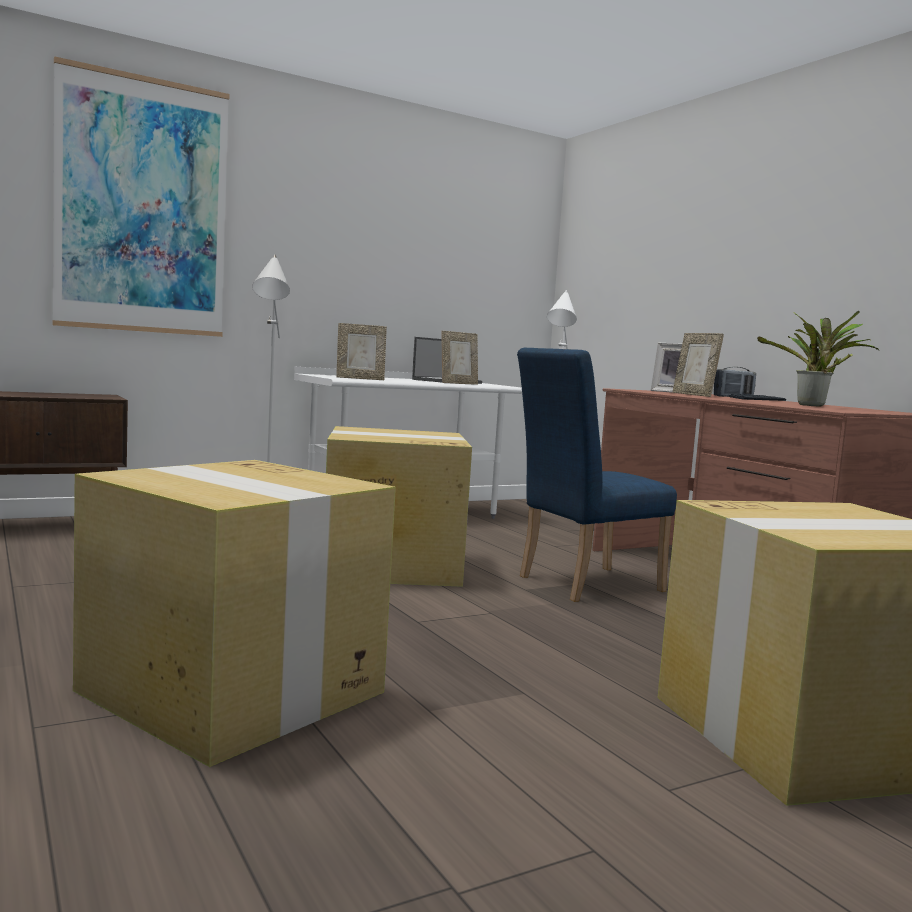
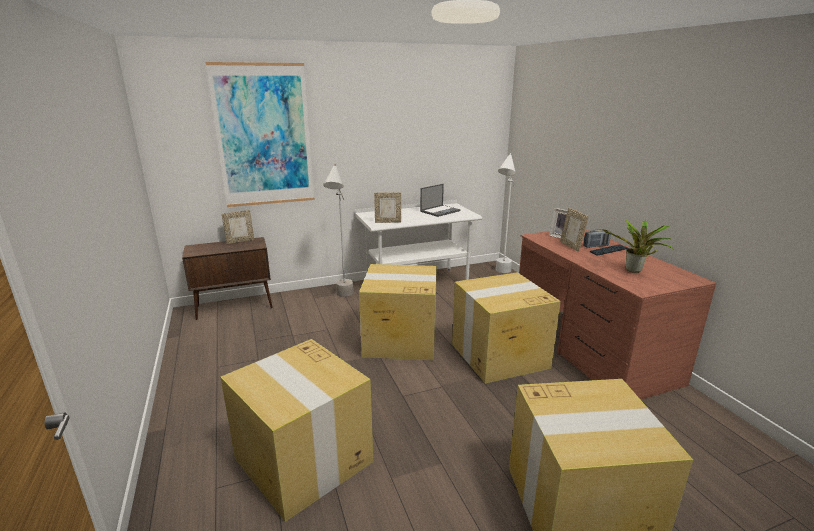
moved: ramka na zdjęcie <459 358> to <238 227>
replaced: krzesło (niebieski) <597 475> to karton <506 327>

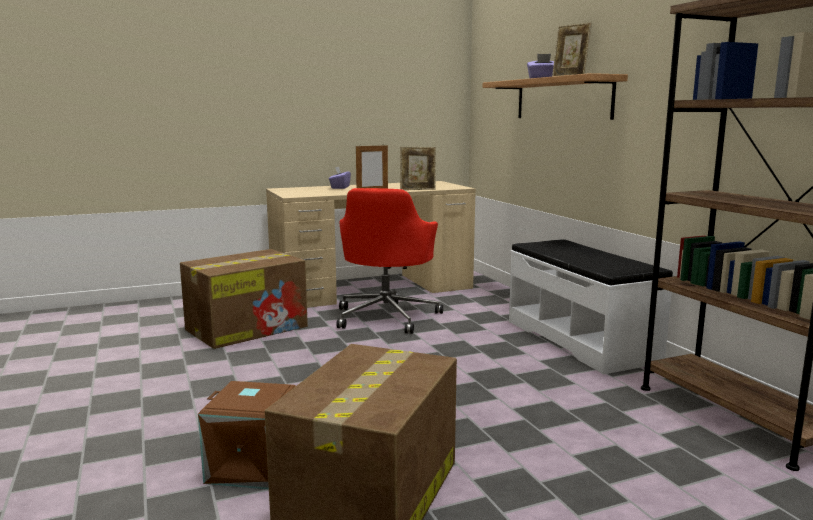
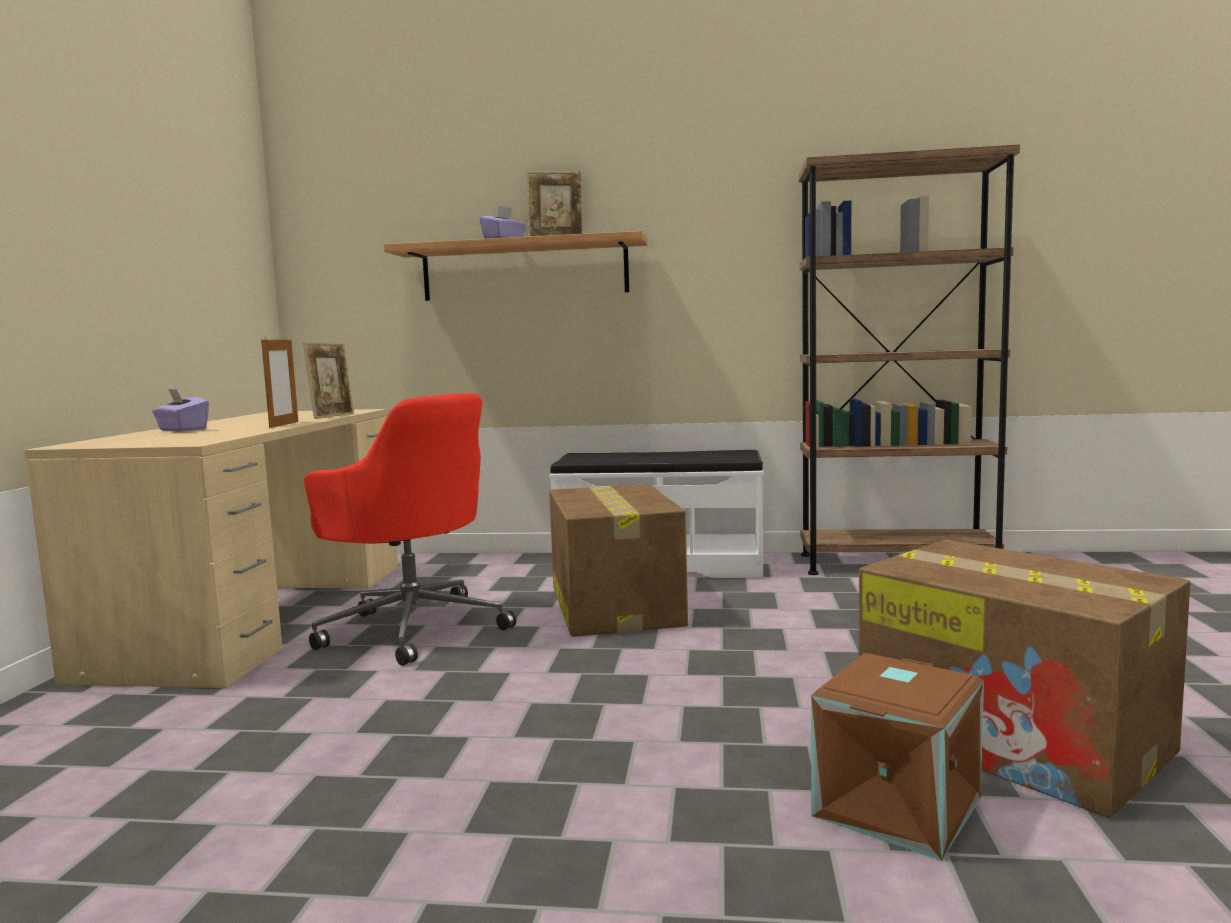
moved: karton <244 299> to <618 560>

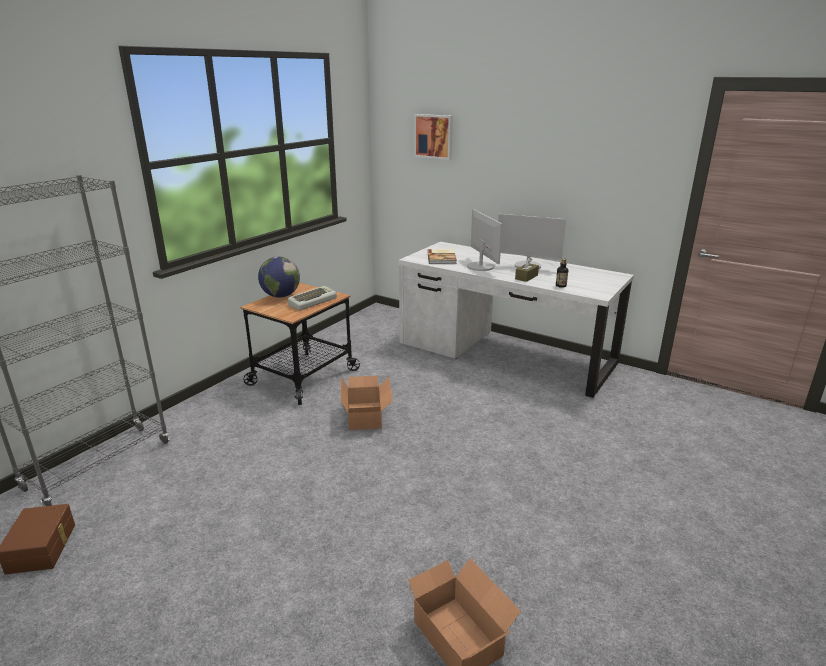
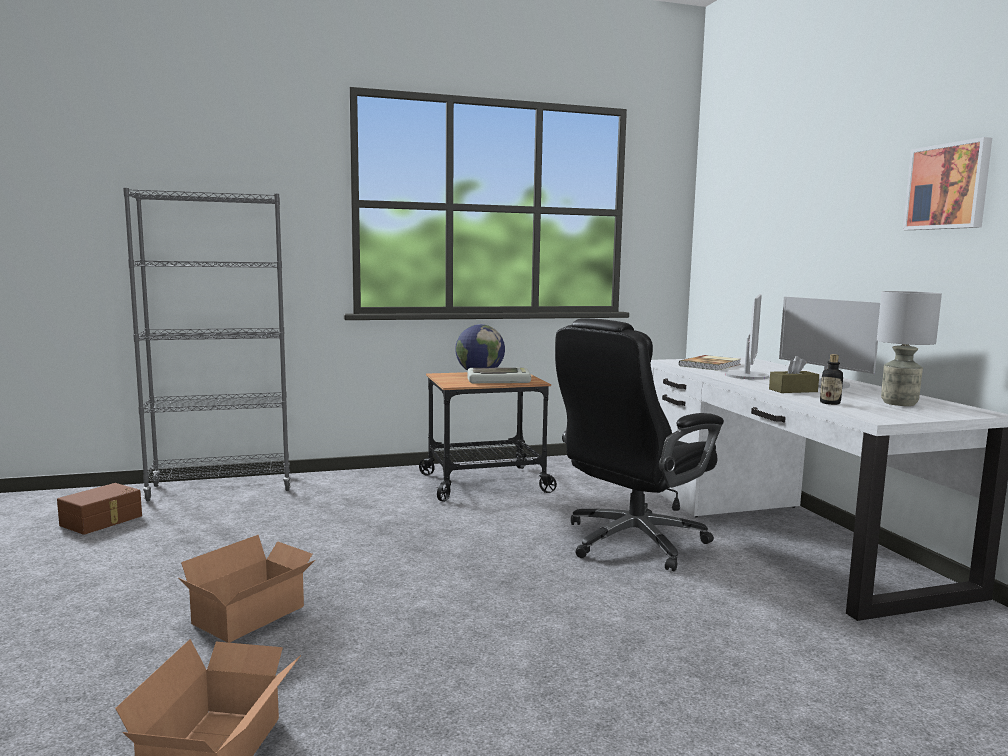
added: krzesło biurowe (czarny) <639 444>; lampa stołowa (szary) <909 348>
moved: karton <366 403> to <247 589>; obraz <433 137> to <947 183>

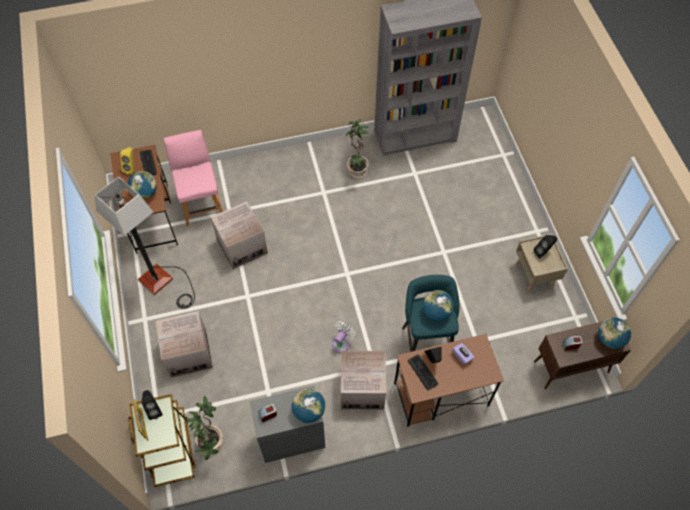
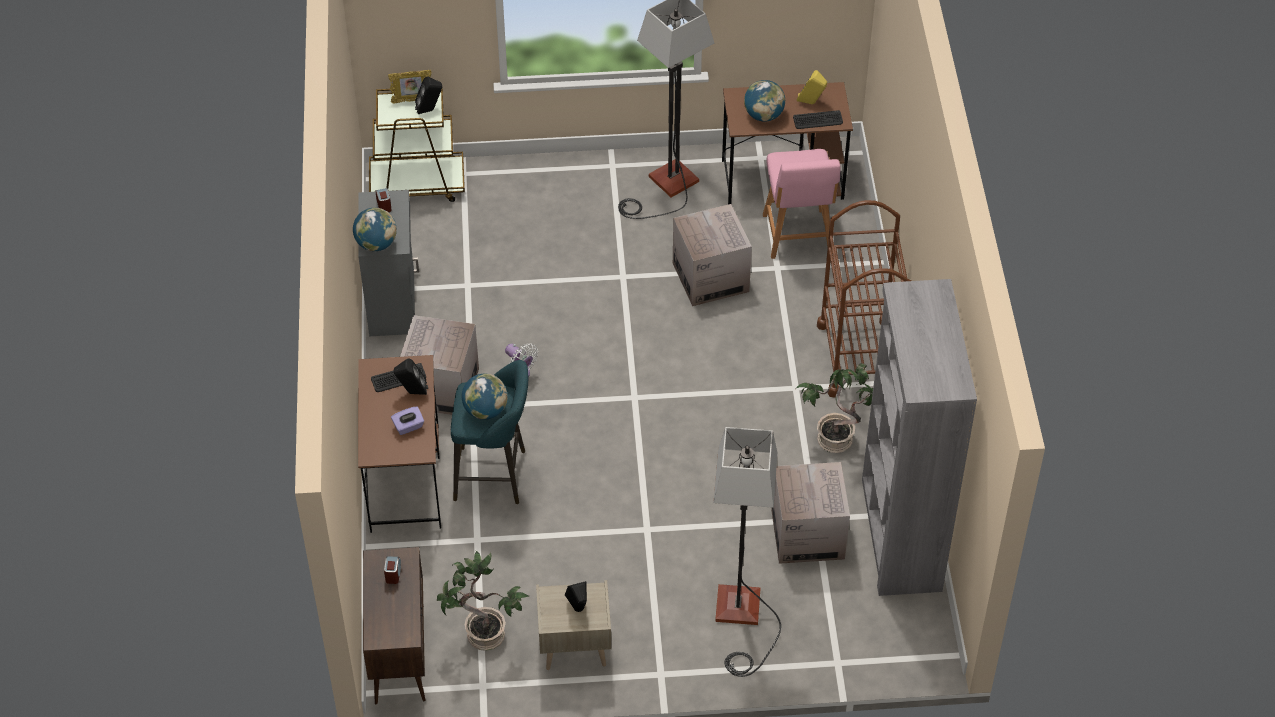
removed: globus <614 333>
added: lampa stojąca <747 552>; wózek (brązowy) <864 299>
moved: karton <184 344> to <810 513>; roślina doniczkowa <203 428> to <483 601>
turned: krzesło (różowy) <193 178> = <802 204> 90 degrees clockwise

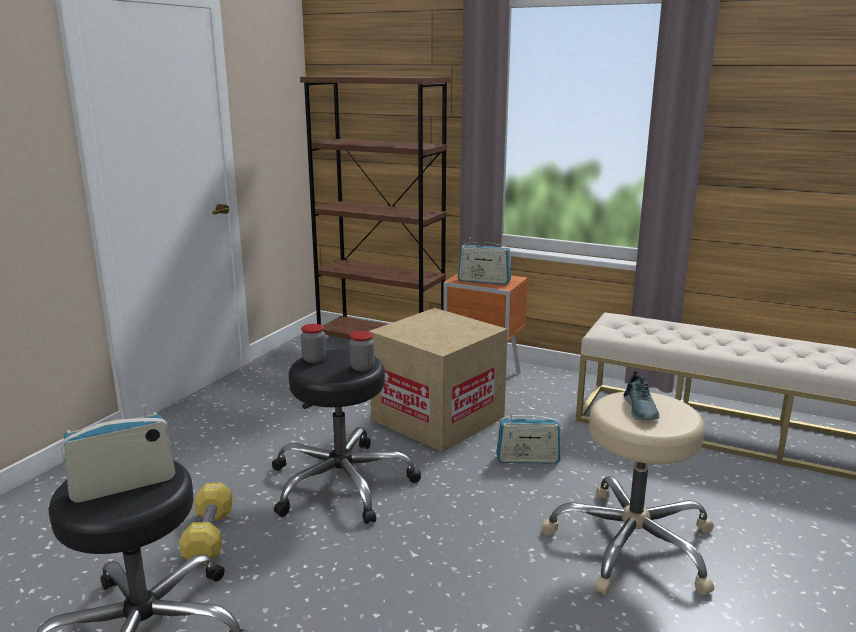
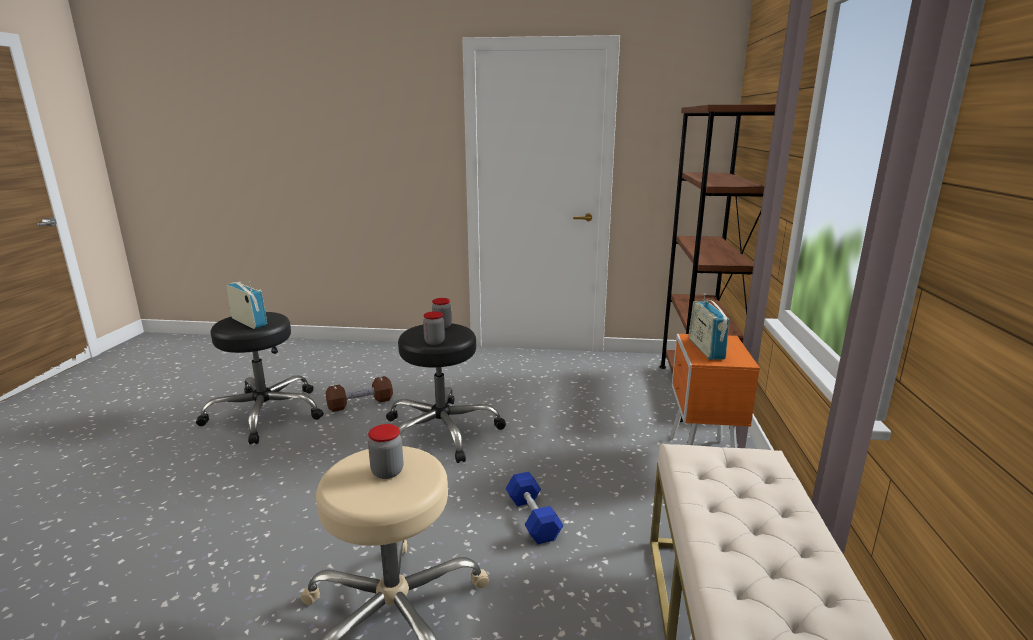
removed: karton <438 380>
replaced: radio <528 438> to hantel (niebieski) <534 508>; but <642 395> to słoik <385 451>
recoloured: hantel (żółty) <206 523> to hantel (brązowy) <359 394>

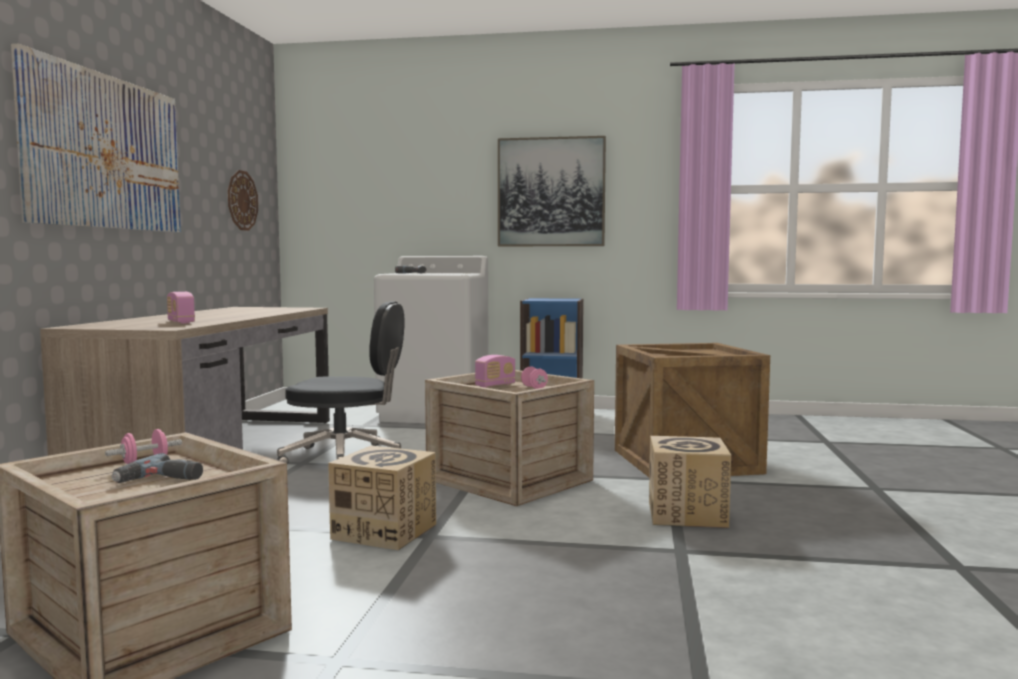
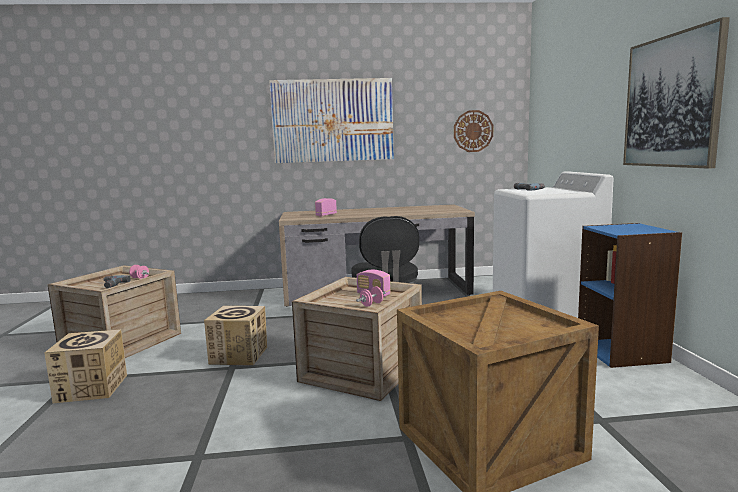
moved: karton <690 482> to <85 366>

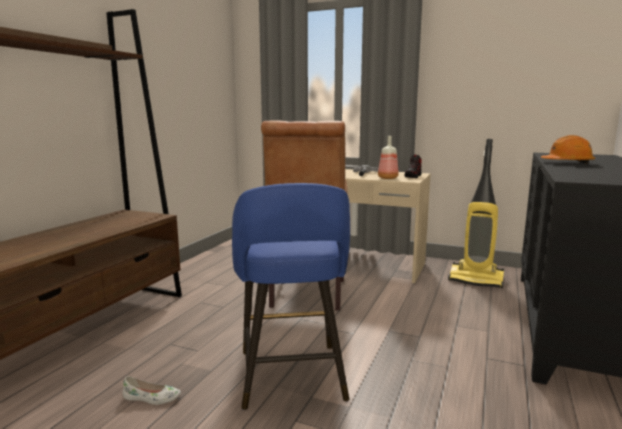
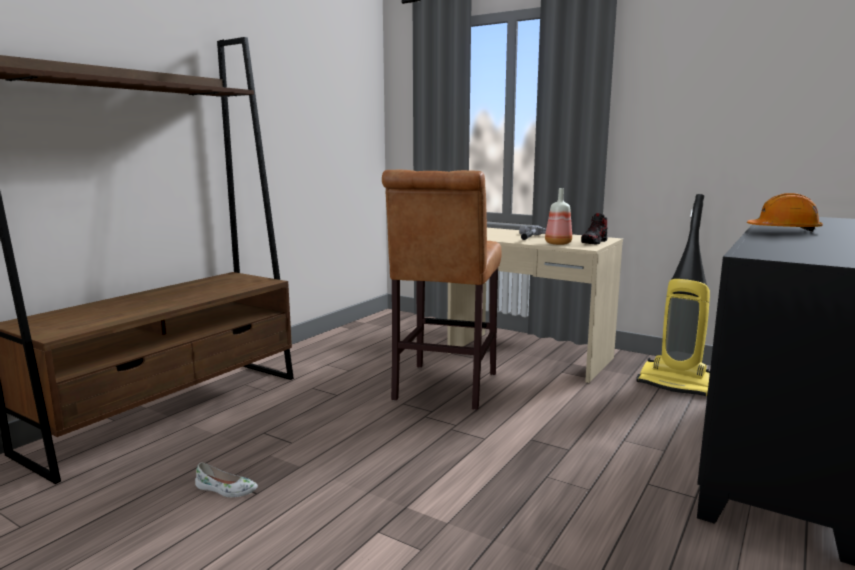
removed: stołek (niebieski) <291 296>

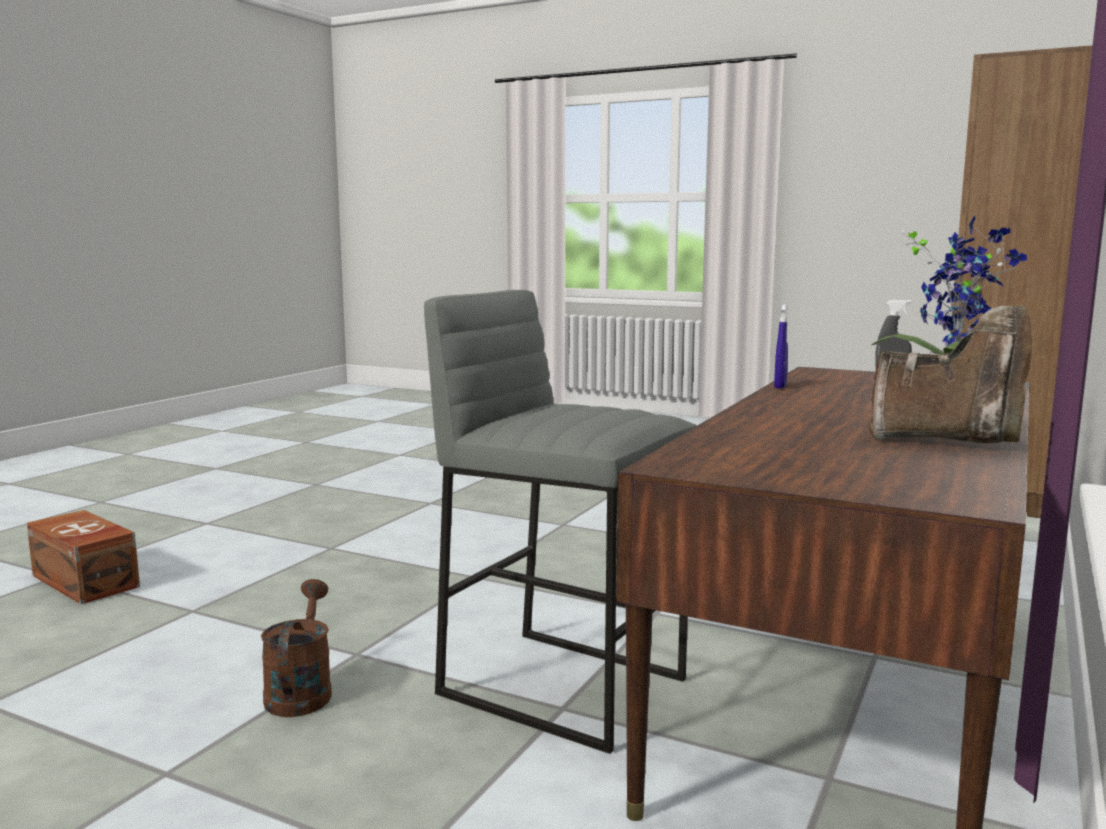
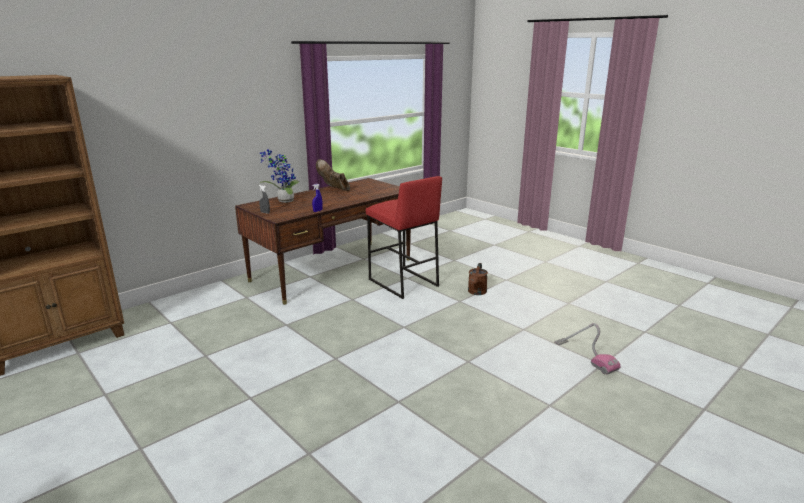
replaced: pojemnik do przechowywania (brązowy) <83 557> to odkurzacz <587 348>
recoloured: stołek (szary) <560 522> to stołek (czerwony) <404 237>

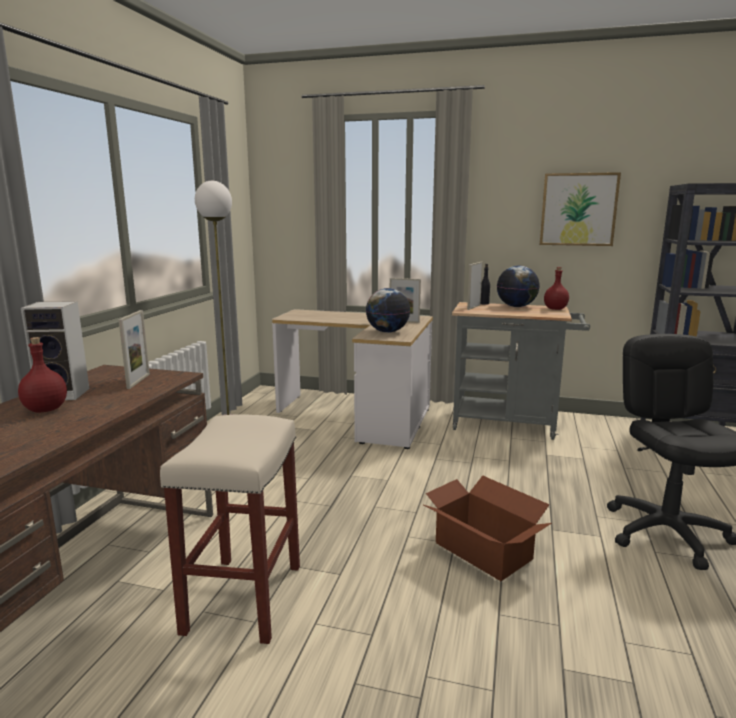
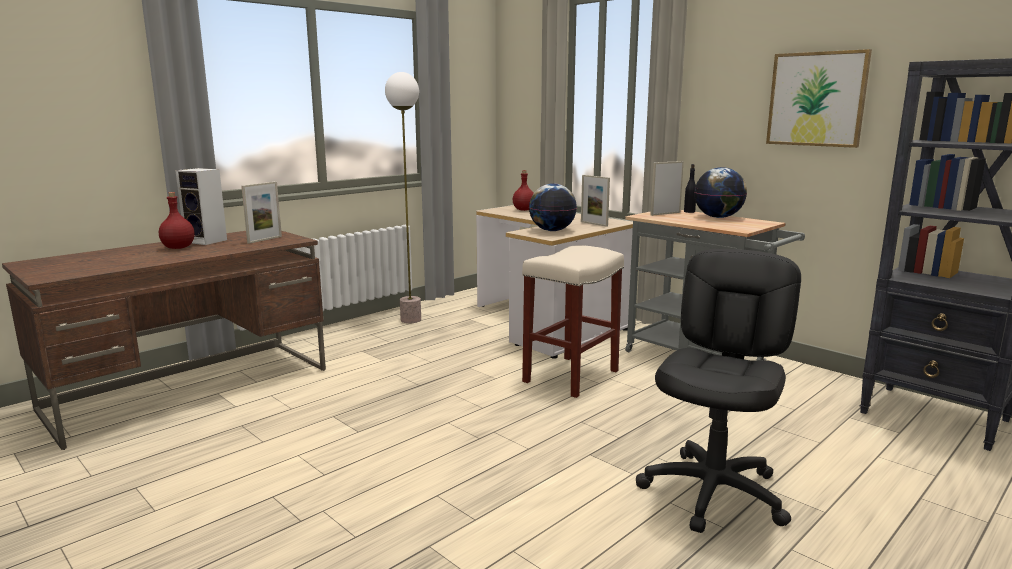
removed: karton <488 528>
moved: stołek (beżowy) <230 529> to <573 321>; butelka (czerwony) <556 288> to <523 190>

